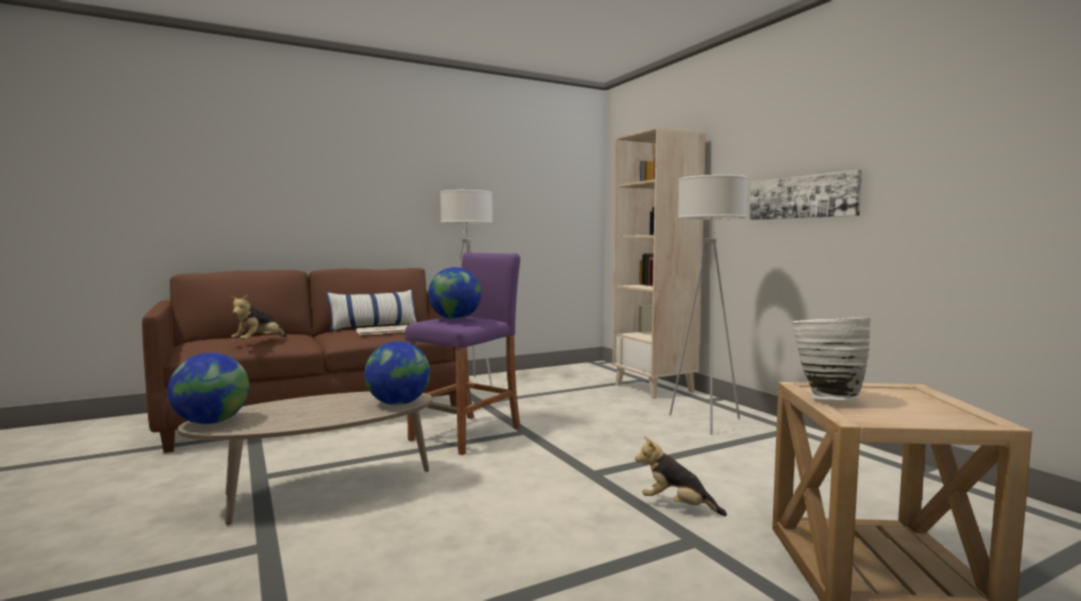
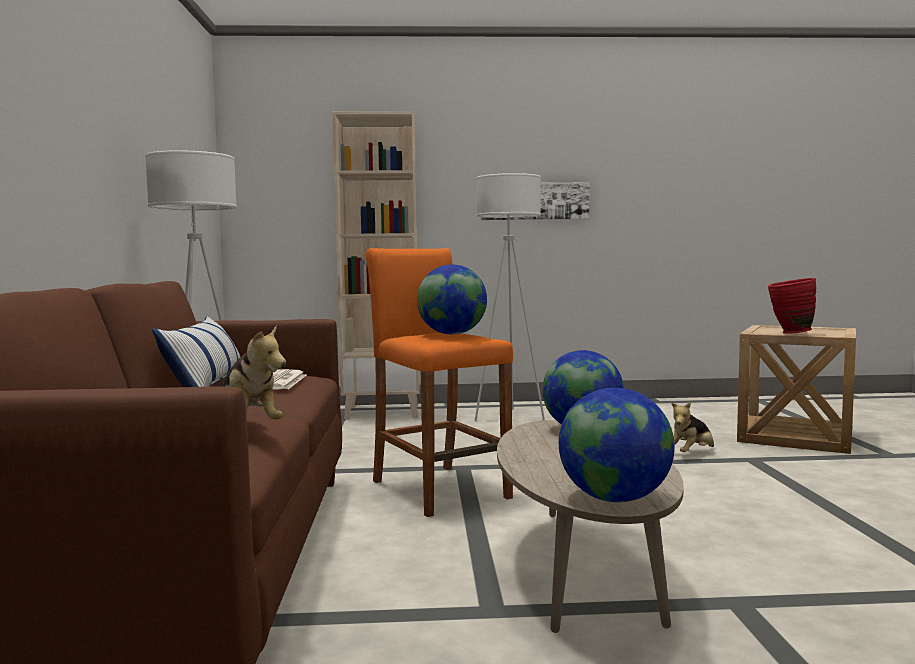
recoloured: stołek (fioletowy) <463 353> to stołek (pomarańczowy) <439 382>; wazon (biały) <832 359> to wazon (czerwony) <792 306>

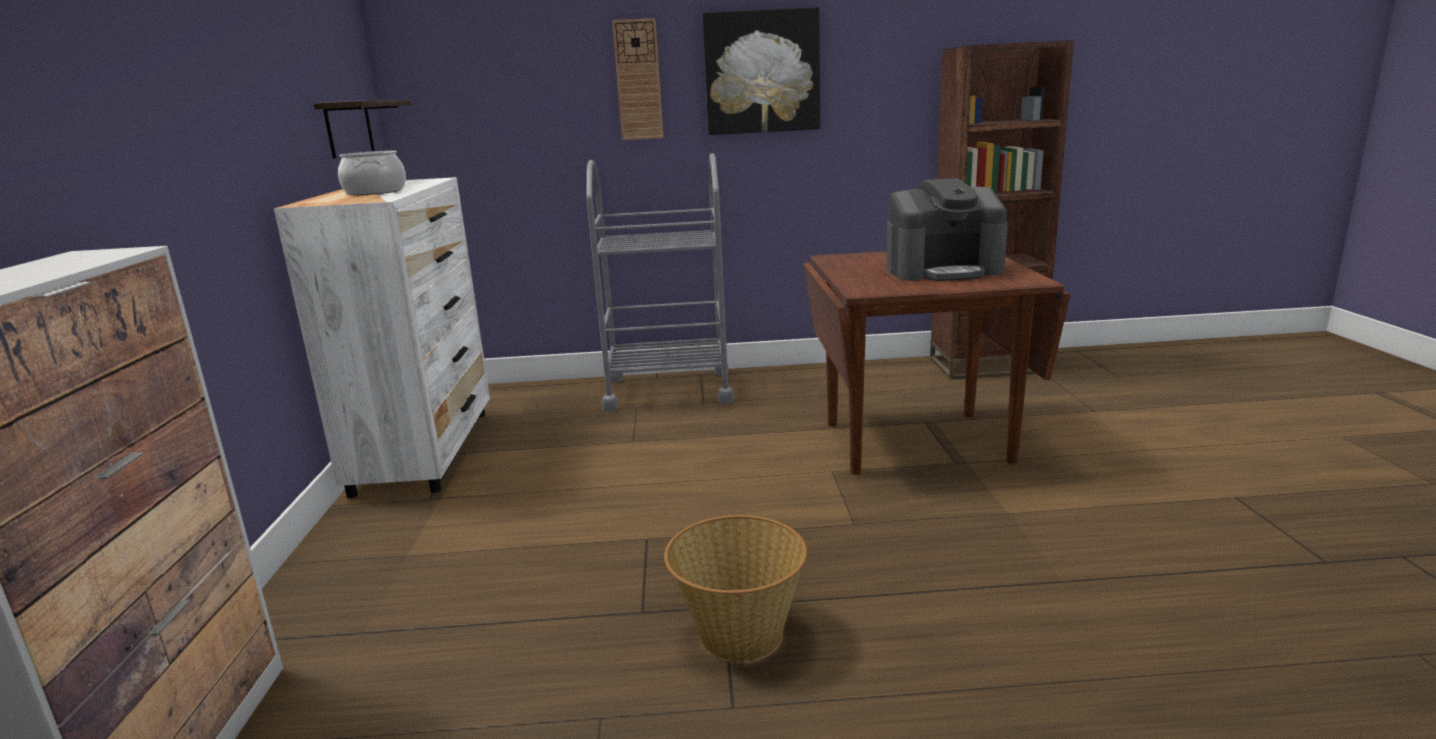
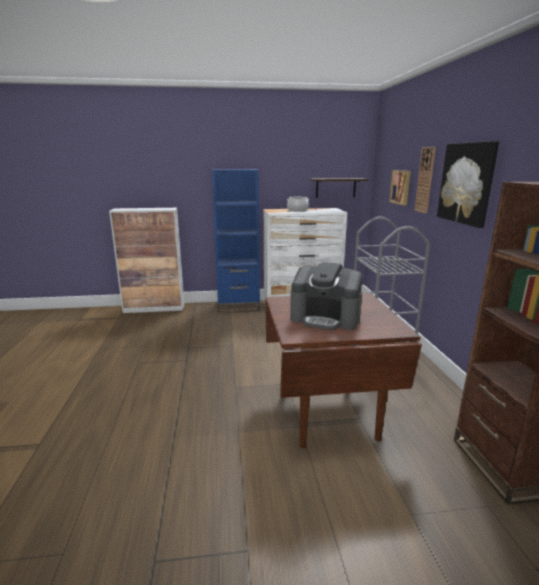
removed: koszyk <735 588>
added: regał (niebieski) <236 240>; obraz <400 188>
turned: ekspres do kawy <947 229> = <326 296> 60 degrees counterclockwise

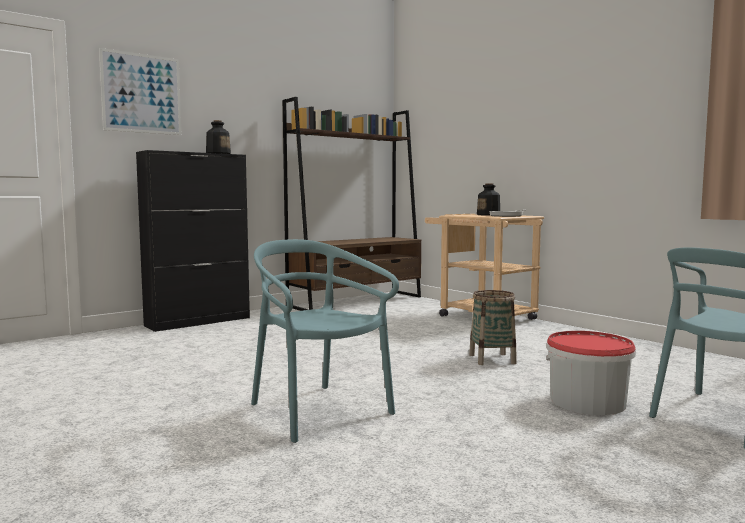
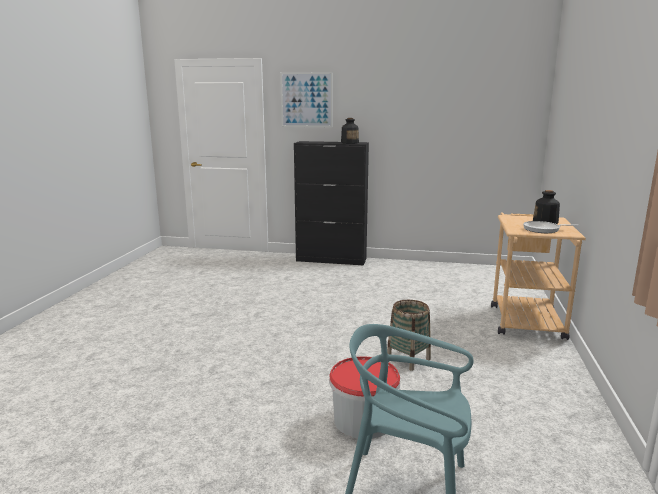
removed: krzesło (turkusowy) <325 341>; regał (brązowy) <352 204>

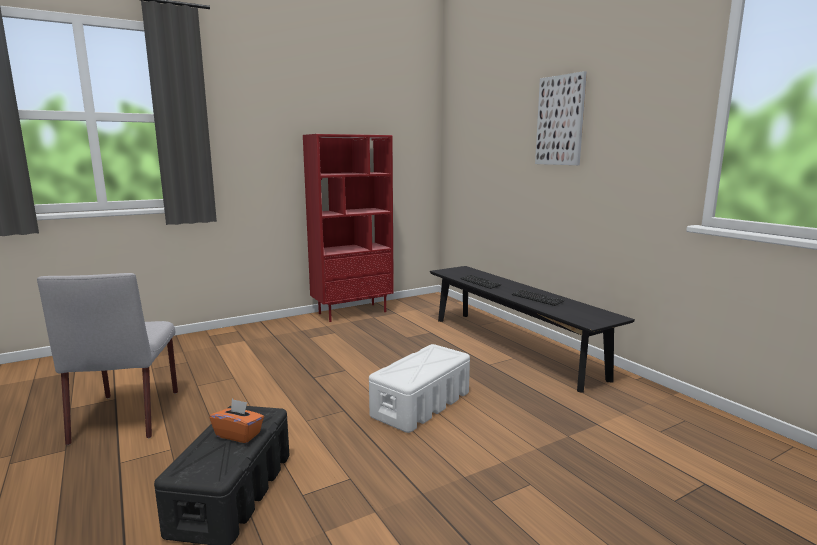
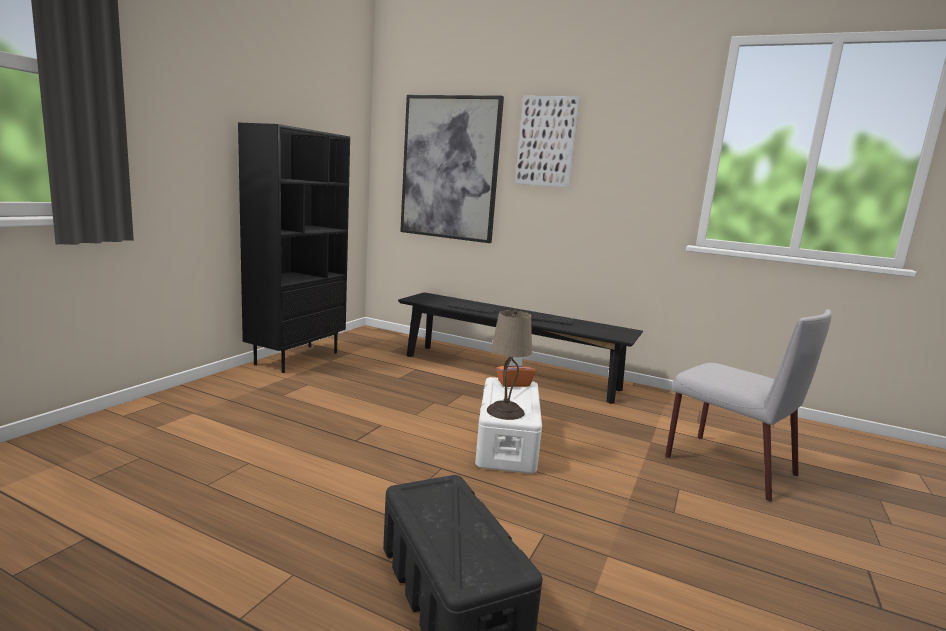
added: obraz <452 169>; lampa stołowa (beżowy) <509 365>
moved: krzesło (szary) <107 359> to <748 405>; pudełko chusteczek (pomarańczowy) <237 421> to <516 372>
recoloured: regał (czerwony) <348 228> to regał (czarny) <294 247>

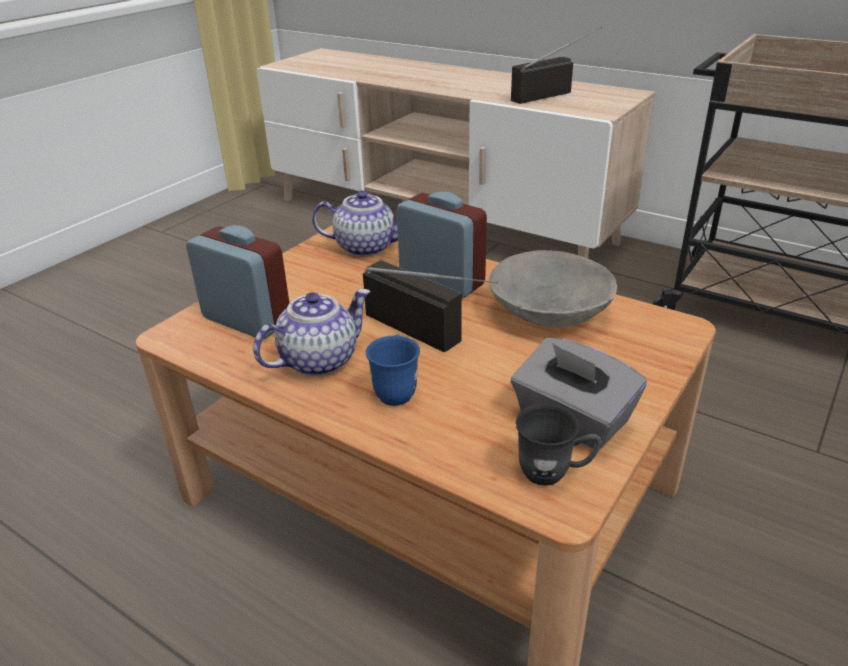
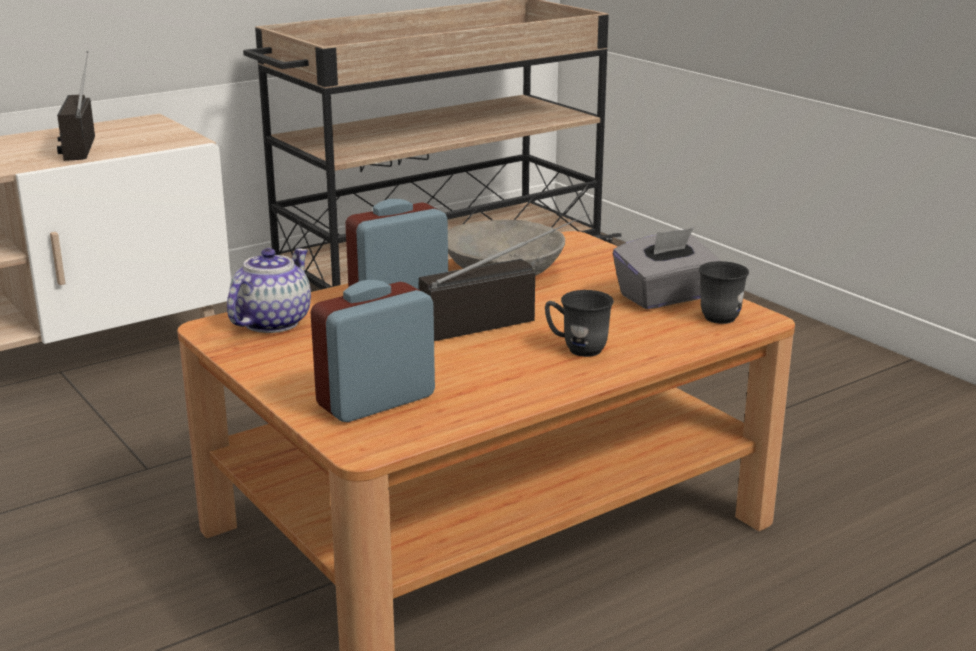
removed: imbryk <312 332>
recoloured: kubek (niebieski) <393 370> to kubek (szary) <579 323>

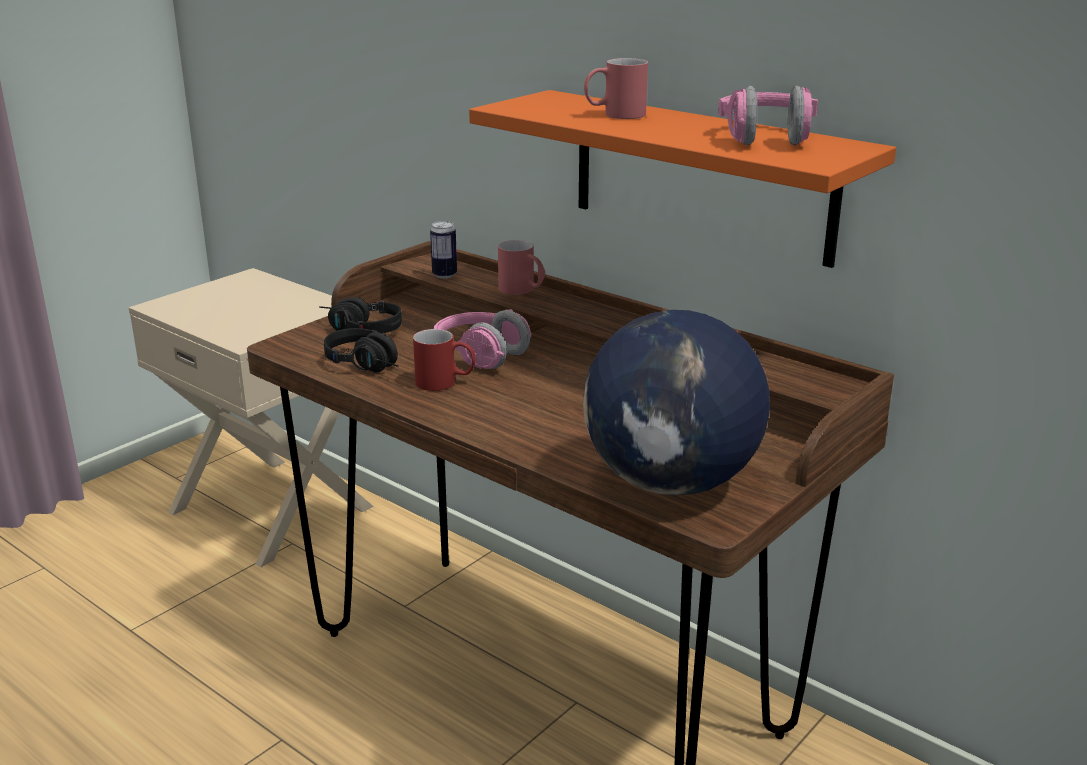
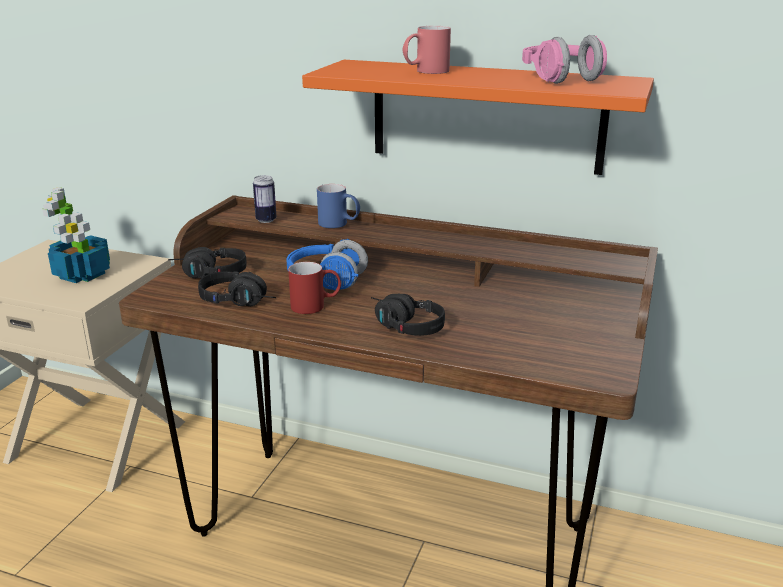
removed: globus <676 402>
added: roślina doniczkowa <76 235>; słuchawki (czarny) <408 315>
recoloured: słuchawki (różowy) <482 339> to słuchawki (niebieski) <327 264>; kubek (czerwony) <521 267> to kubek (niebieski) <338 206>

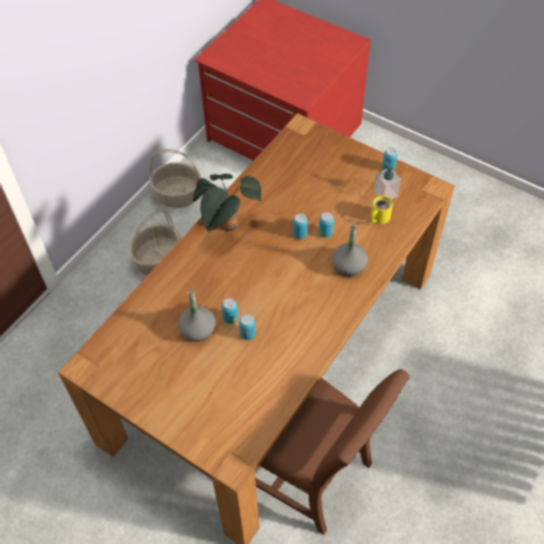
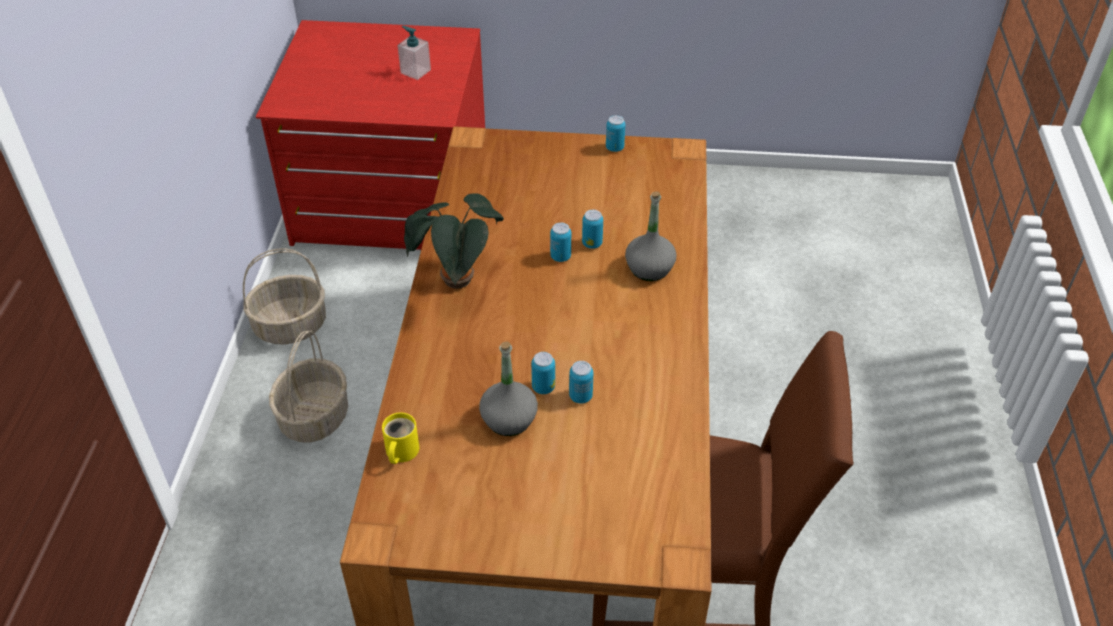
moved: kubek (żółty) <382 210> to <400 438>; dozownik mydła <387 180> to <414 53>

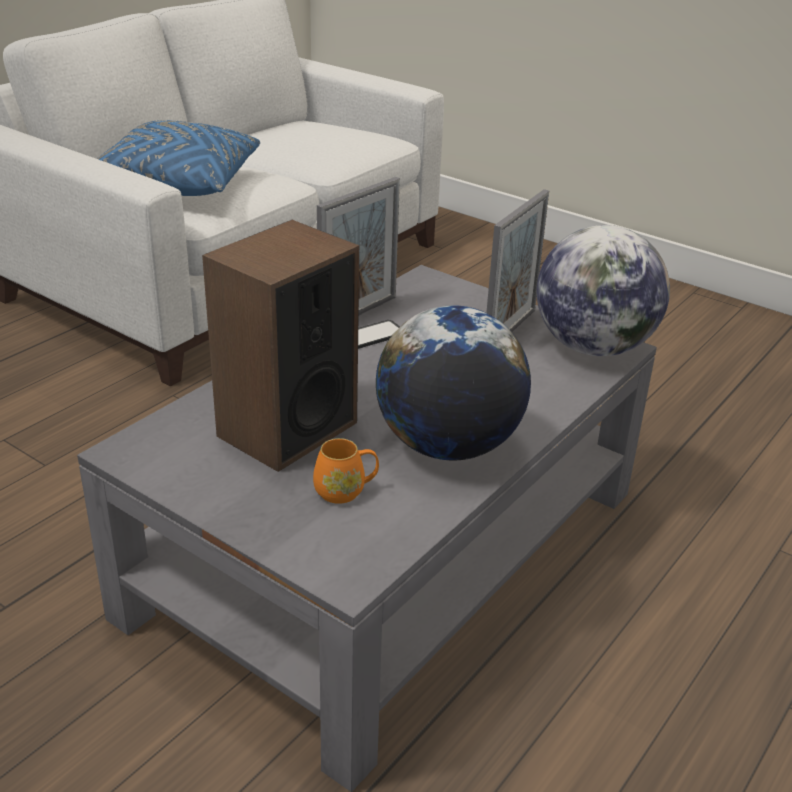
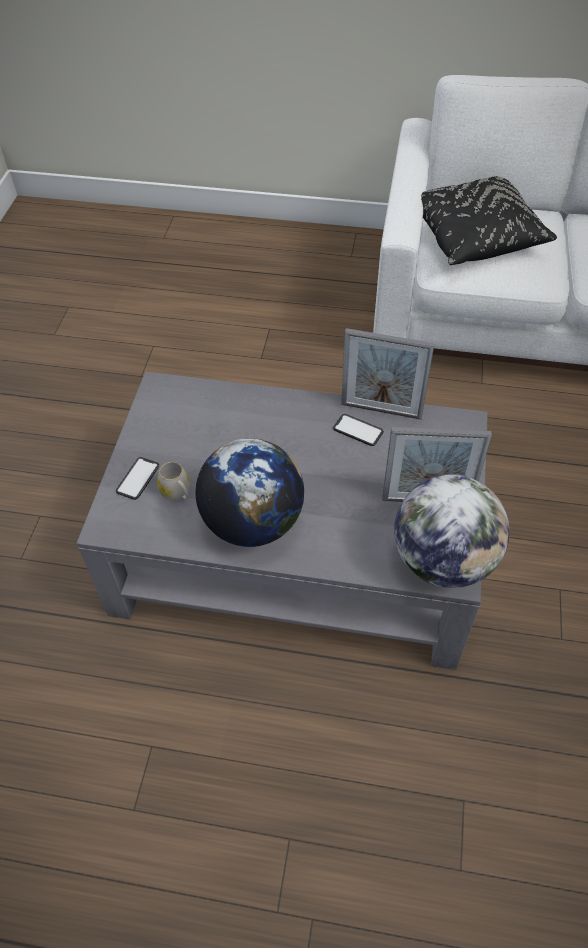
removed: głośnik <280 346>
added: telefon <137 478>
recoloured: poduszka (niebieski) <178 158> to poduszka (czarny) <489 220>; kubek (pomarańczowy) <346 471> to kubek (biały) <173 481>

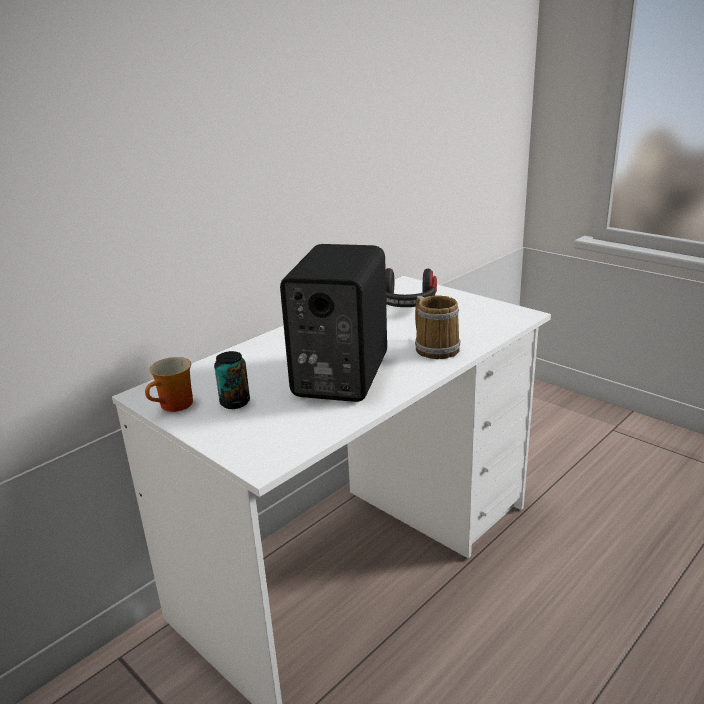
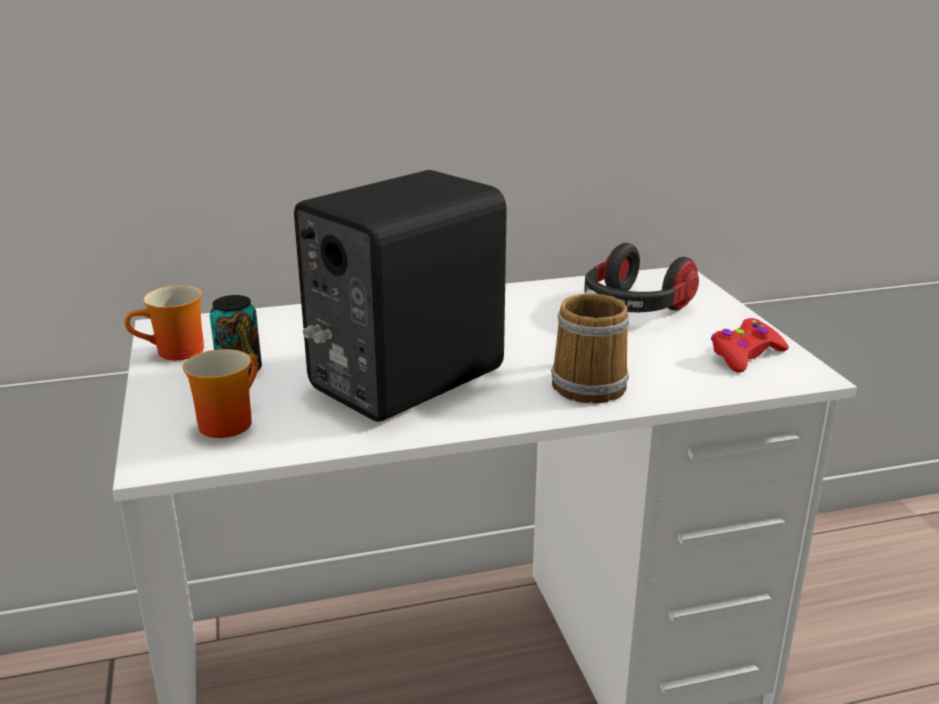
added: kubek <220 393>; pad do gier (czerwony) <750 345>

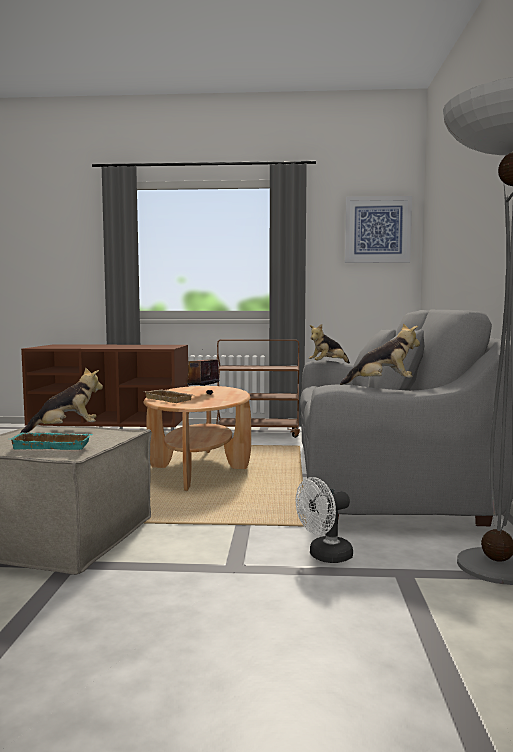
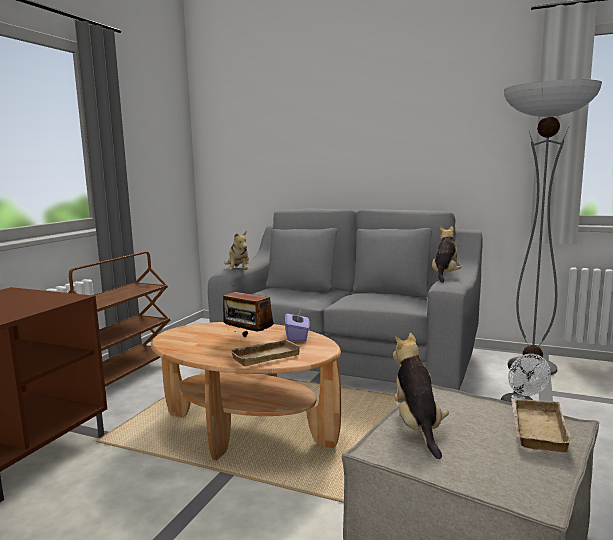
removed: obraz <378 229>
added: pudełko chusteczek (fioletowy) <297 325>
recoloured: taca (turkusowy) <52 441> to taca (beżowy) <542 425>

